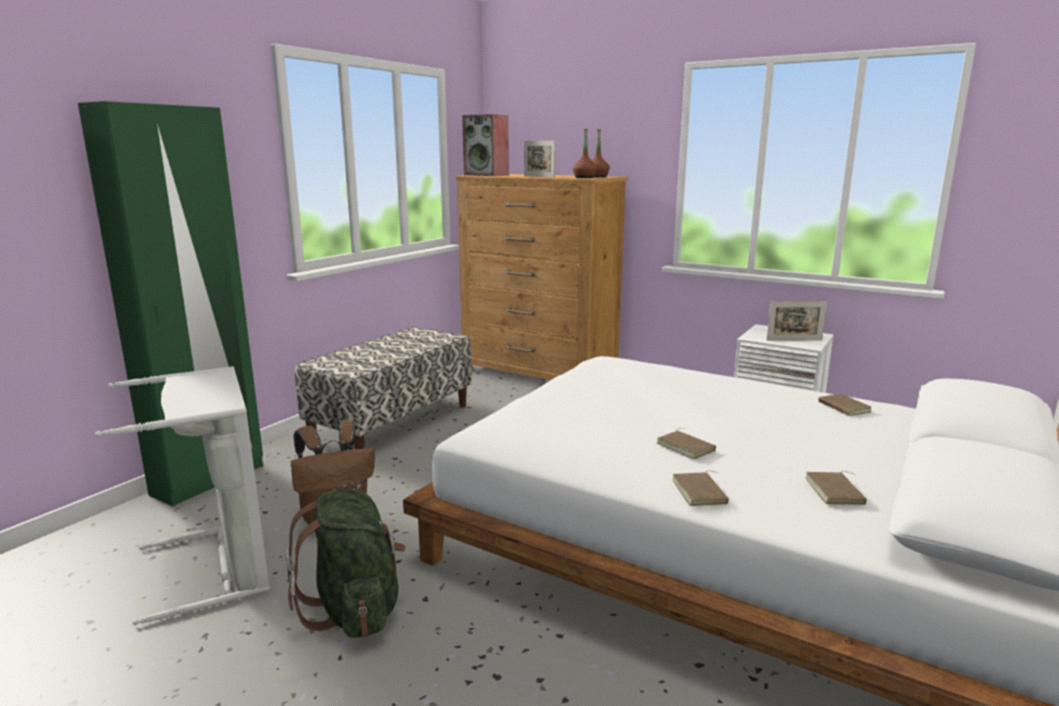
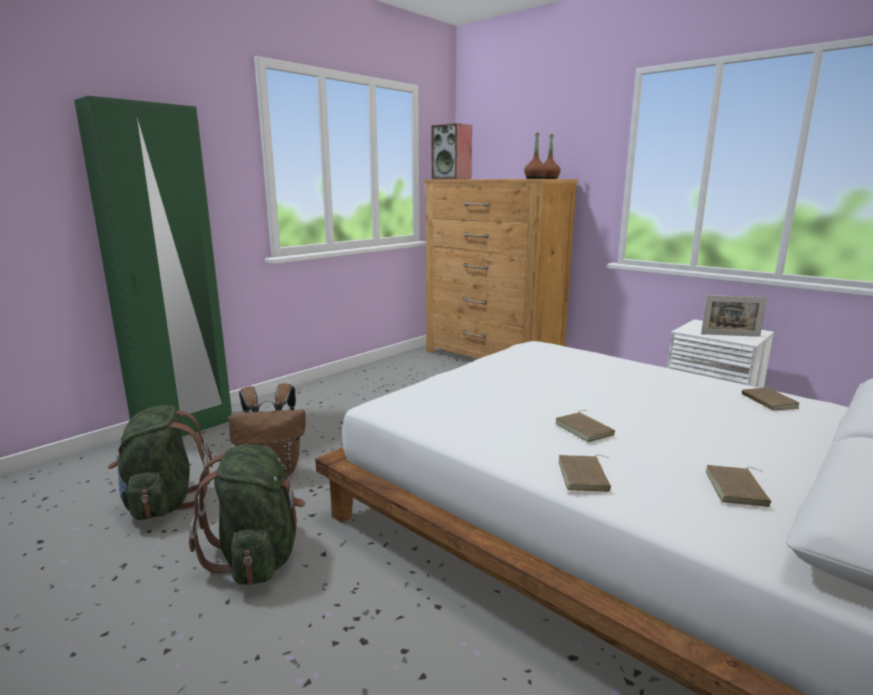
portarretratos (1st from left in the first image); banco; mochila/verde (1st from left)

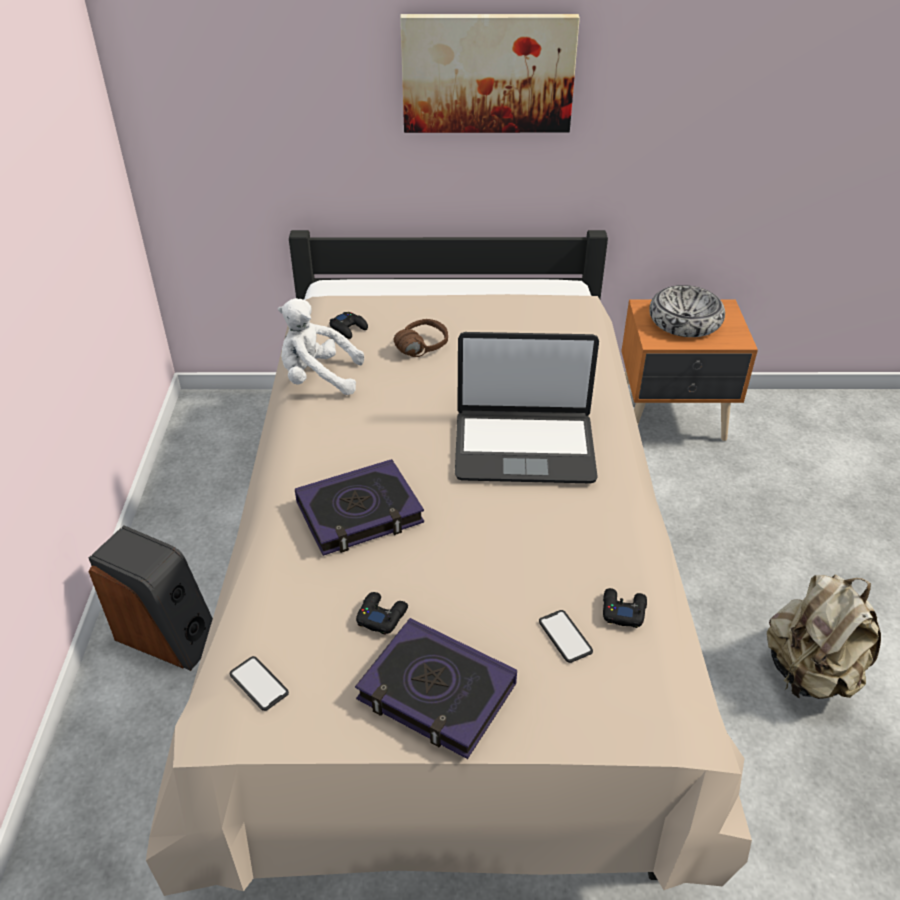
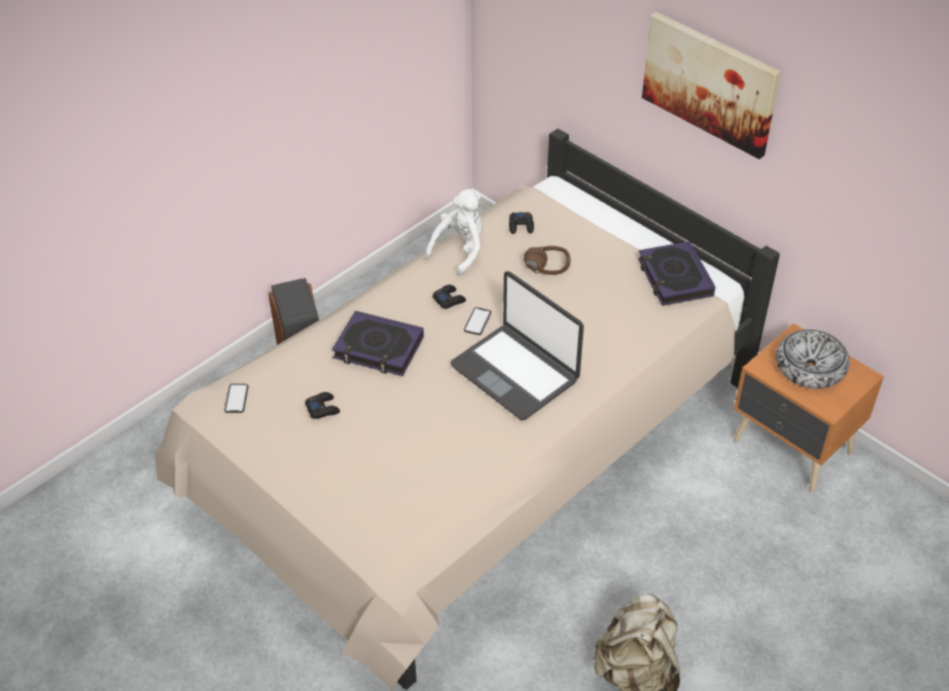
peluche/blanco; mando de consola/negro (2nd from left); móvil (2nd from left); libro (2nd from left)

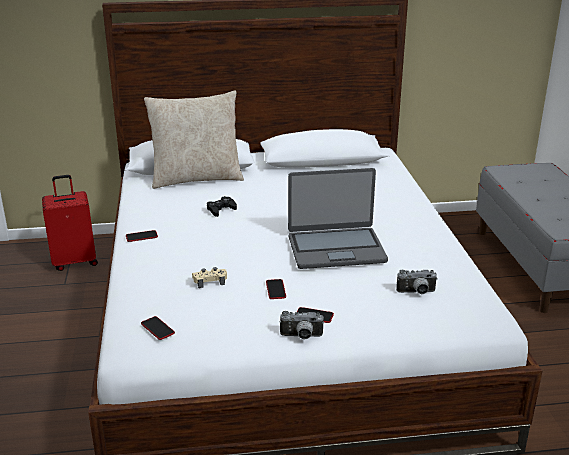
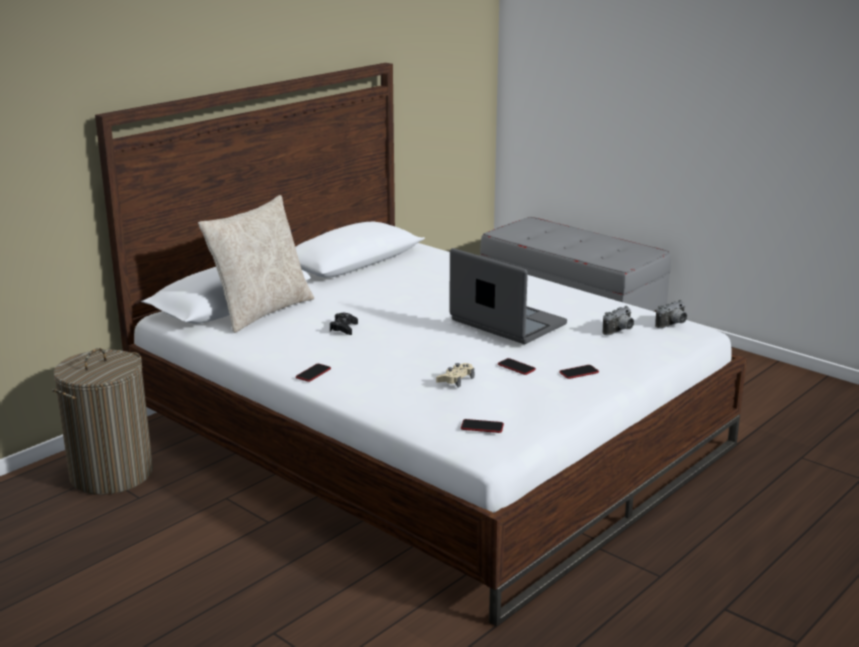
portátil; cesto de la ropa; cámara (2nd from left)

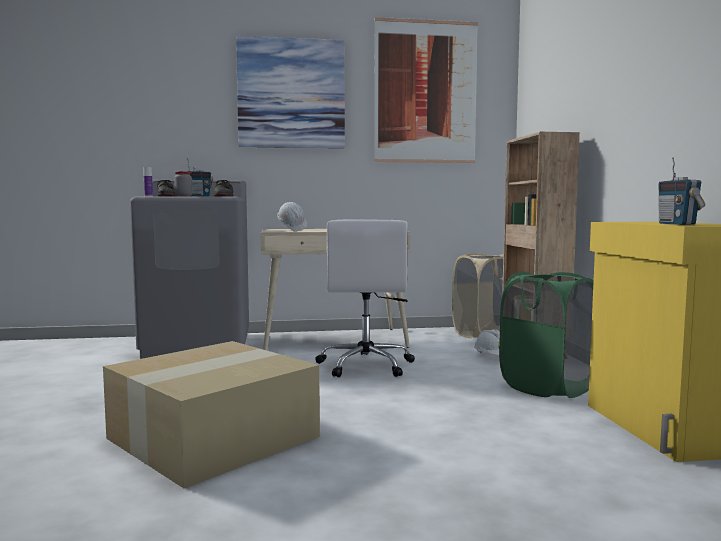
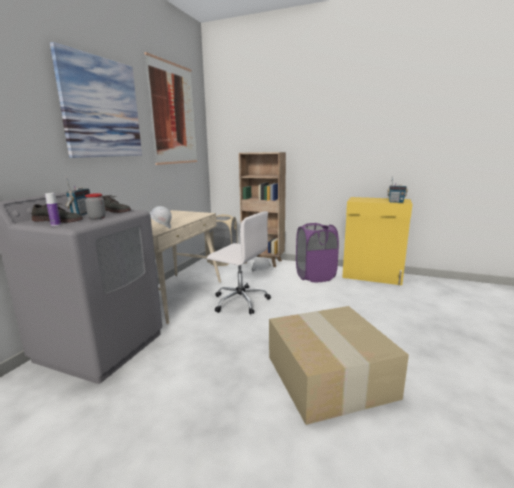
cesto de la ropa/morado

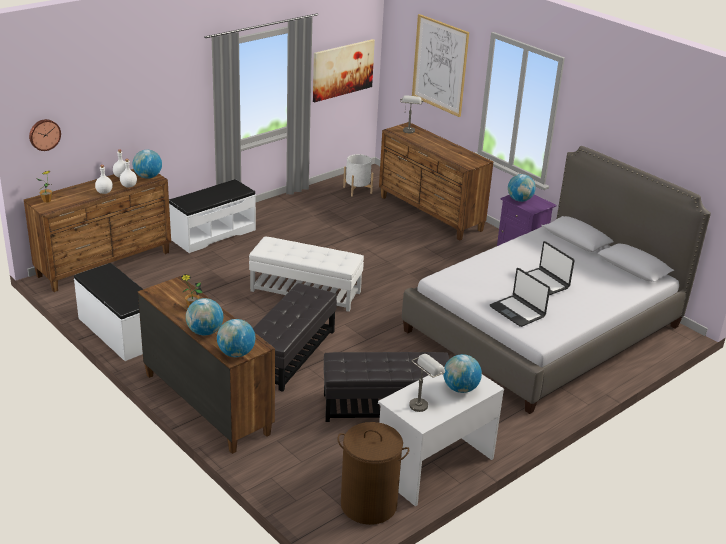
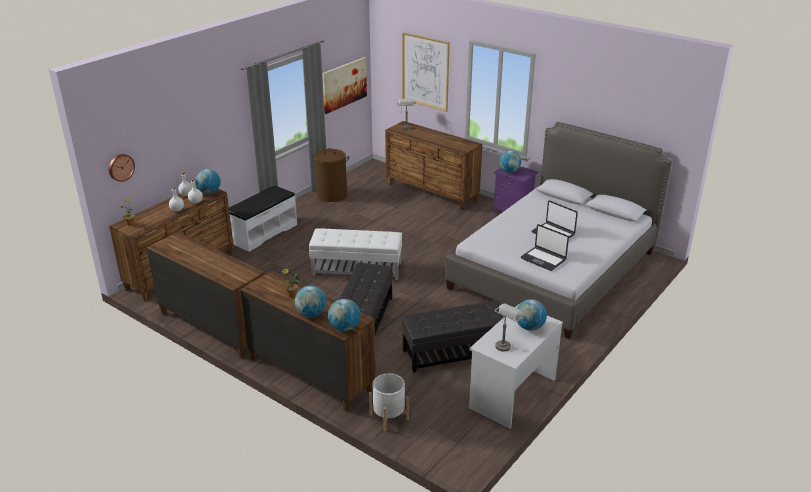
maceta/blanco; cómoda/marrón (2nd from left); cesto de la ropa/marrón

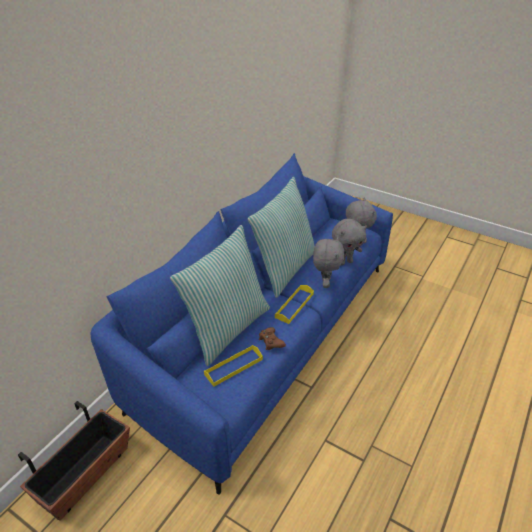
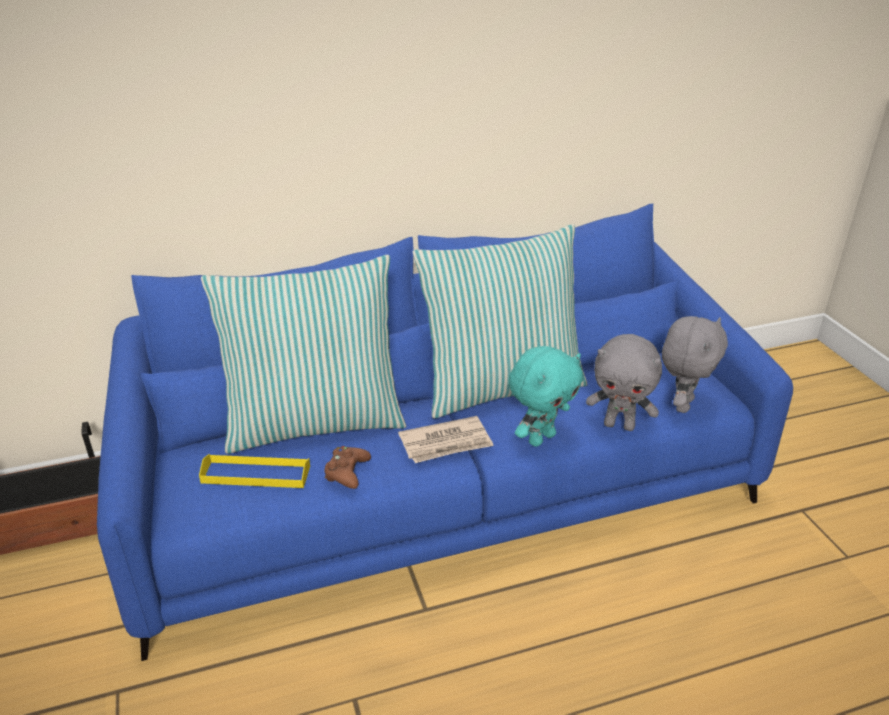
peluche/turquesa; periódico

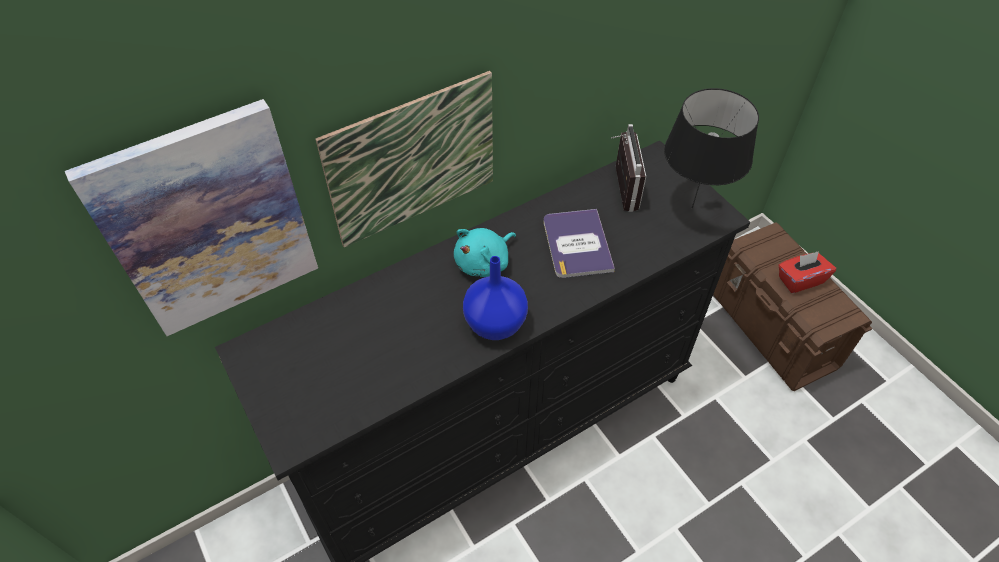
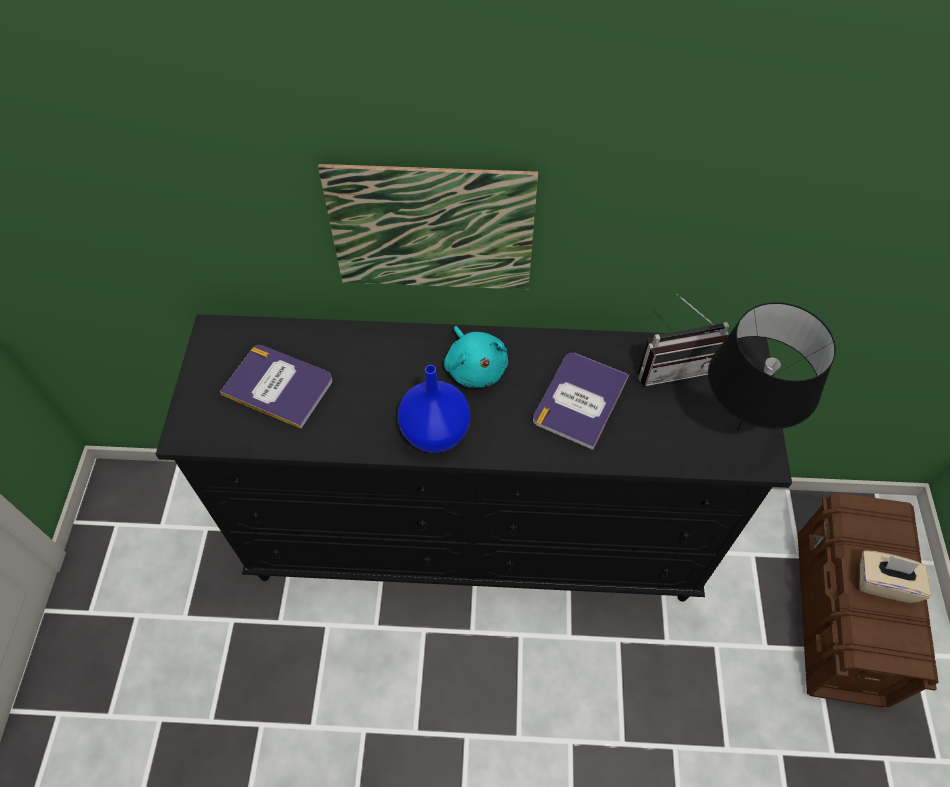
cuadro (1st from left in the first image); radio; peluche/turquesa; caja de pañuelos/beis; libro (1st from left)

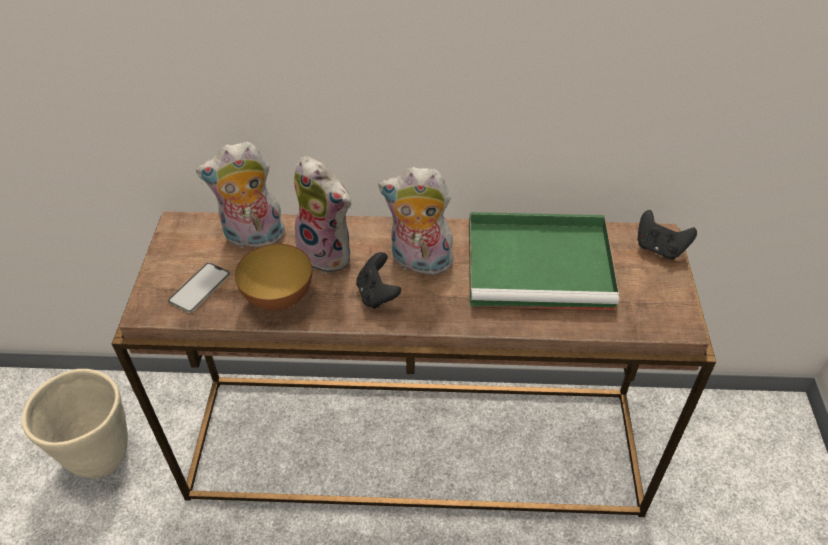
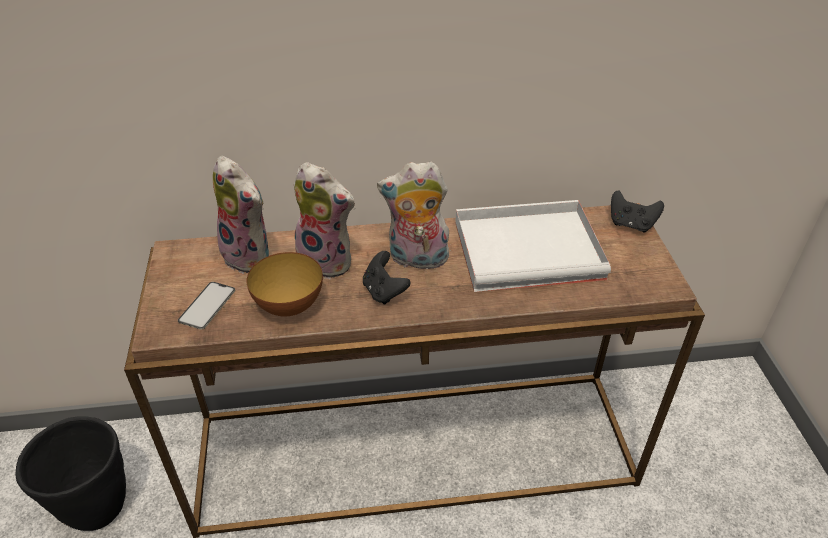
peluche (1st from left); bandeja/blanco; maceta/negro

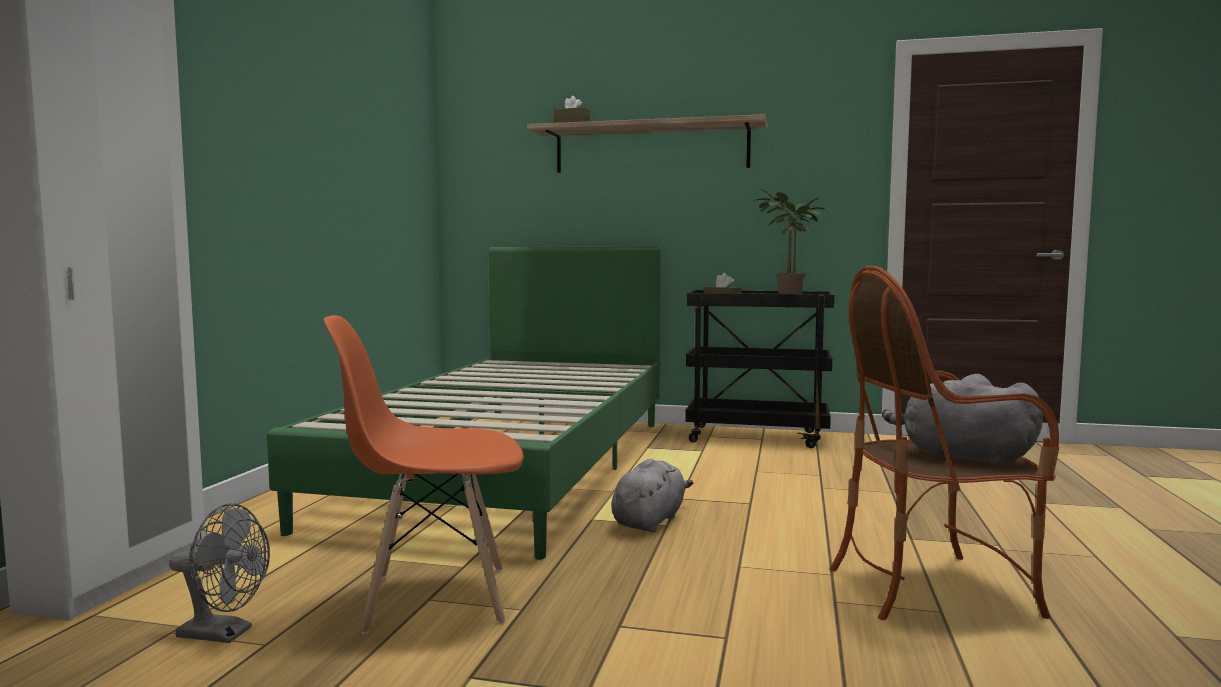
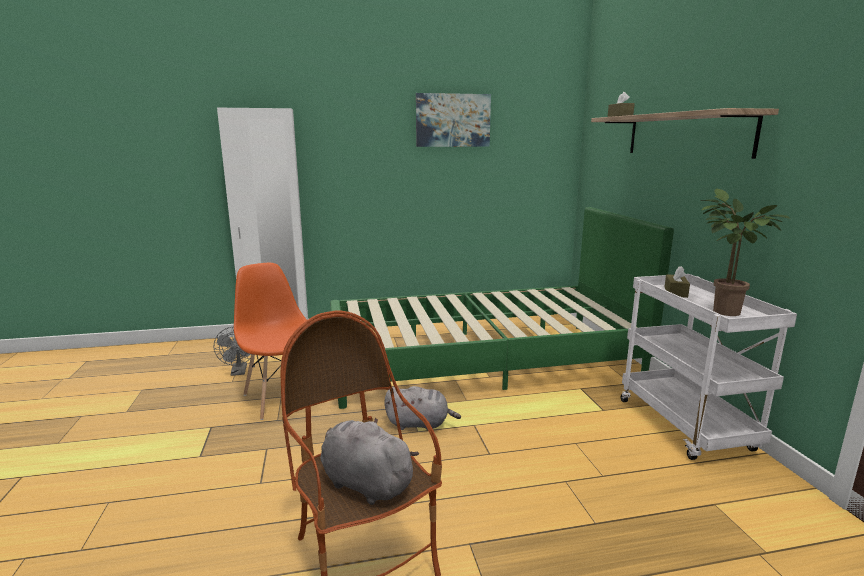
carrito/blanco; peluche/gris (1st from left); cuadro

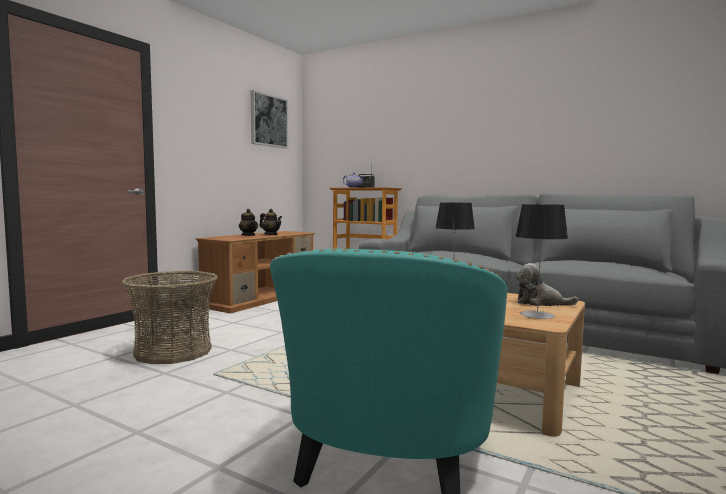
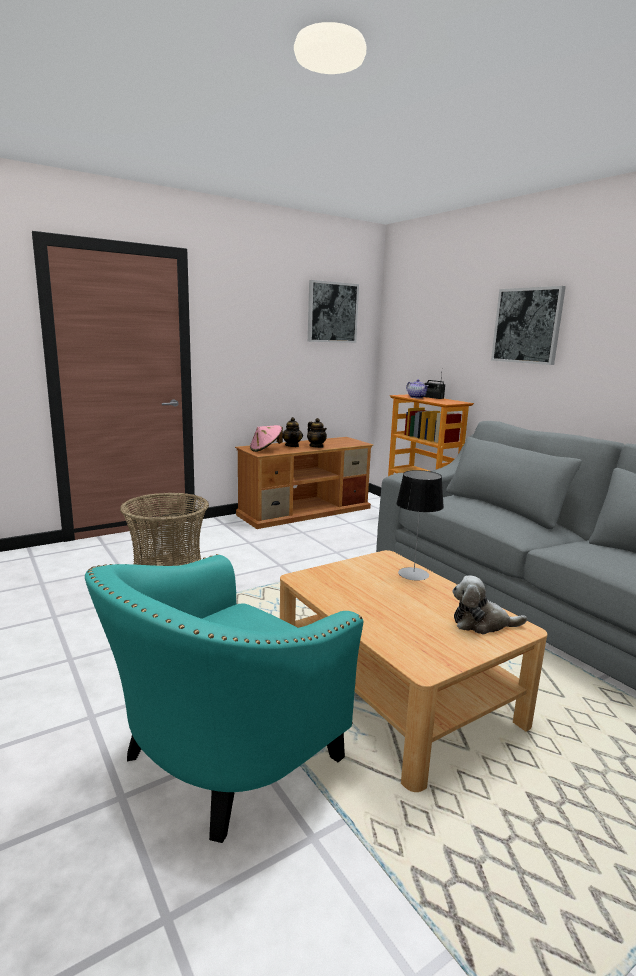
lámpara de mesa (2nd from left in the first image); peluche; cuadro (2nd from left); sombrero/rosa

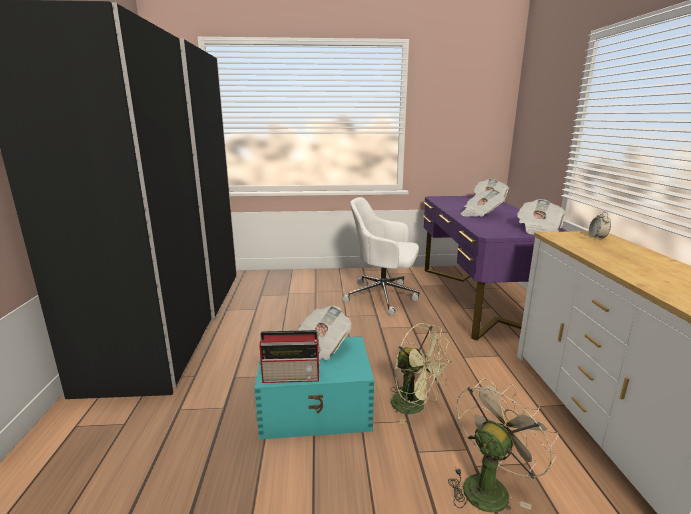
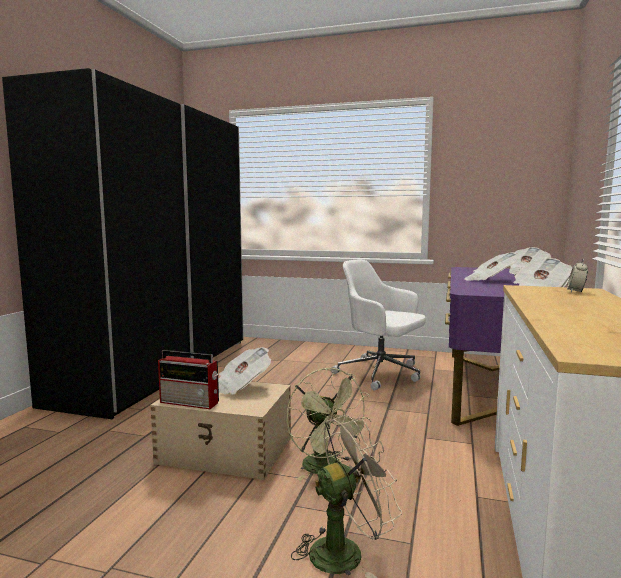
caja de almacenaje/beis

